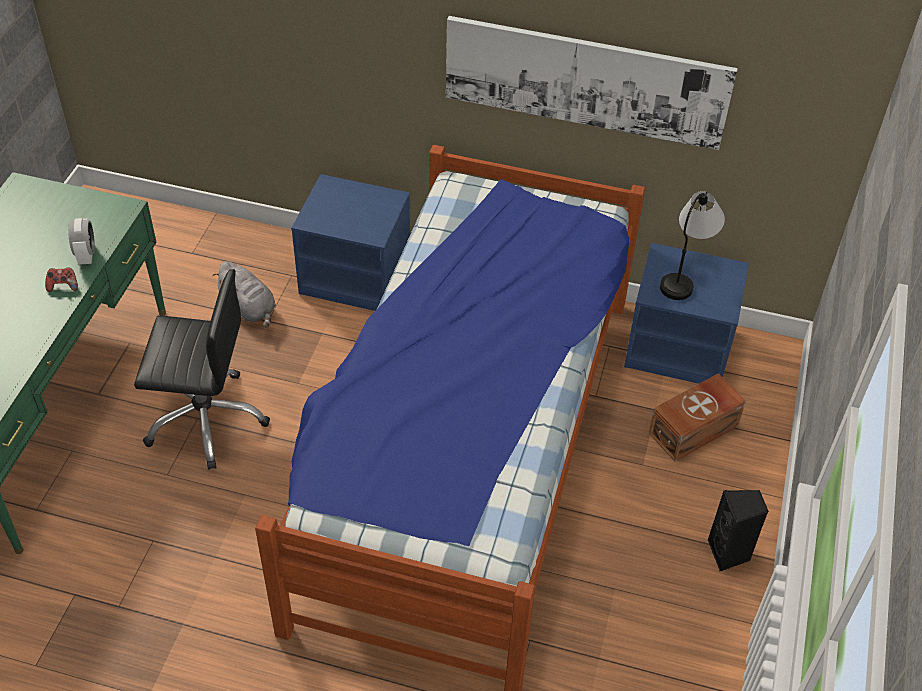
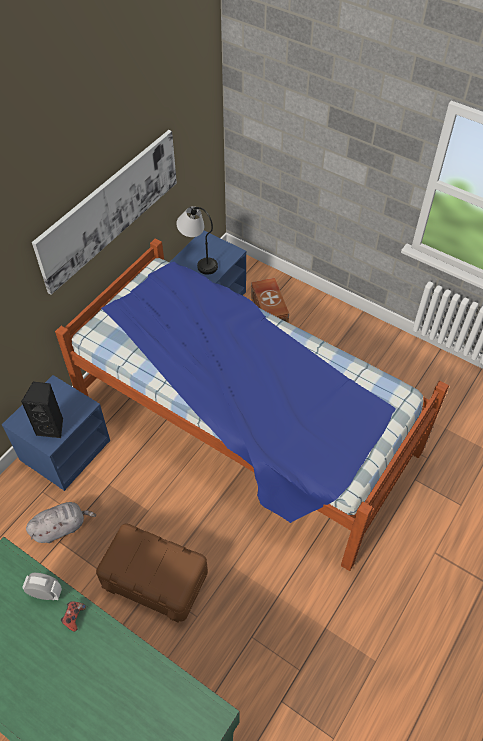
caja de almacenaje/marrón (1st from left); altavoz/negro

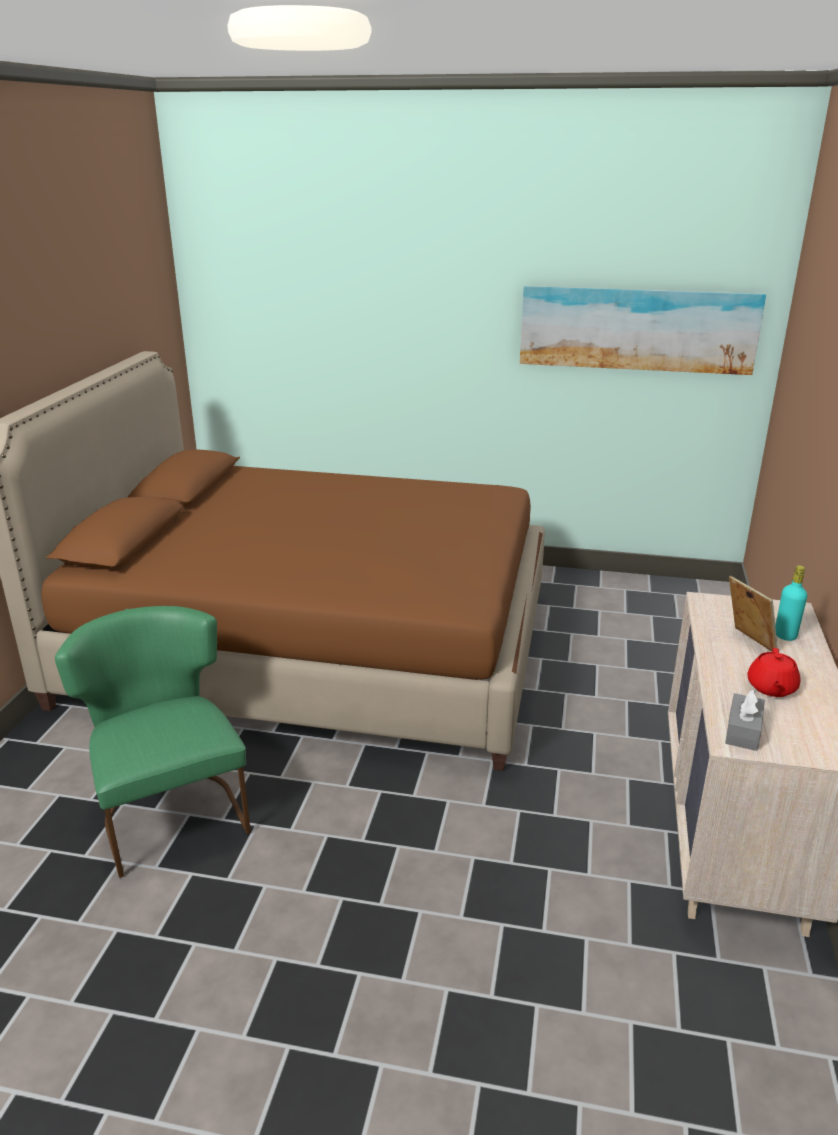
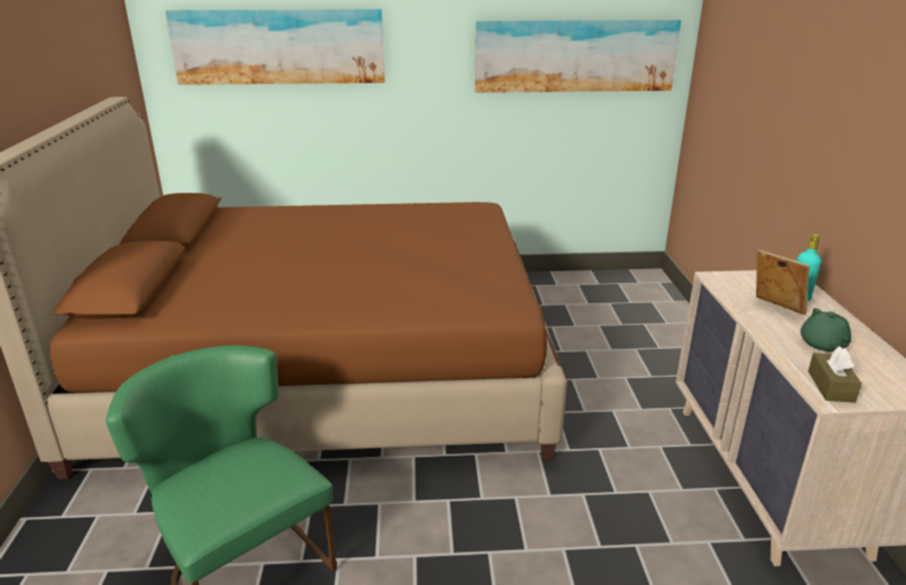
tetera/verde; caja de pañuelos/marrón; cuadro (1st from left)

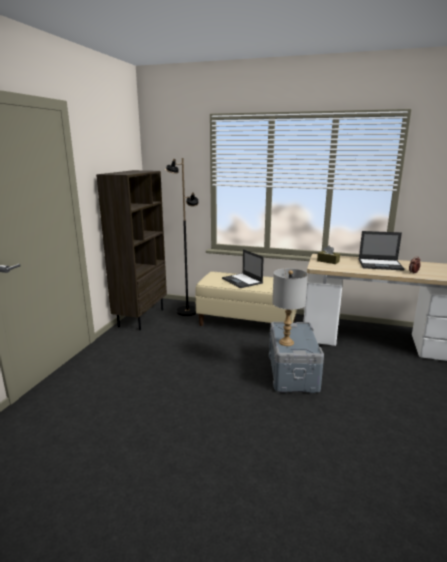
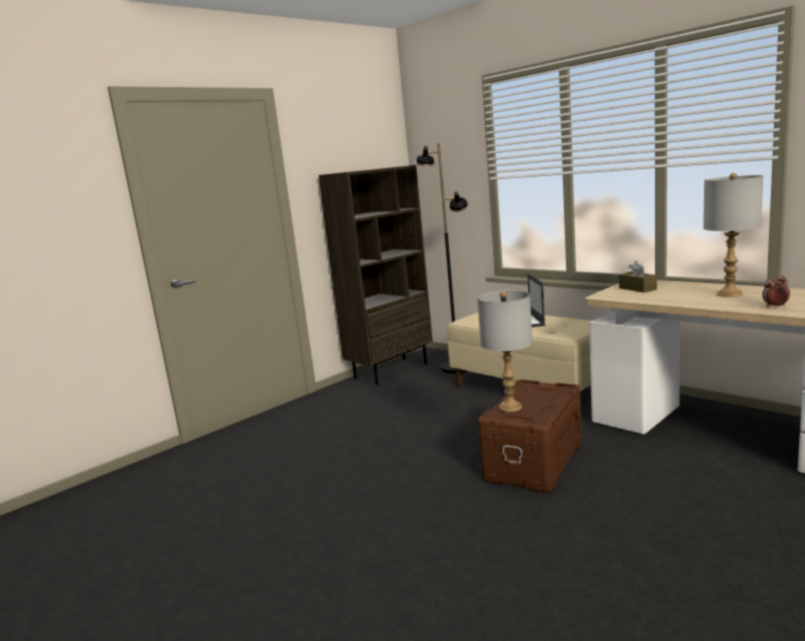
lámpara de mesa/gris (2nd from left); caja de almacenaje/marrón

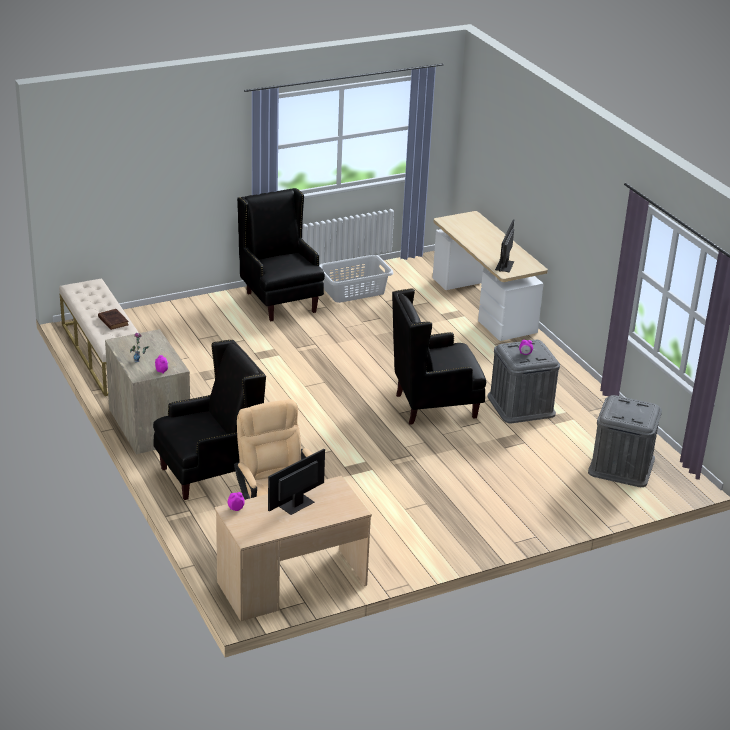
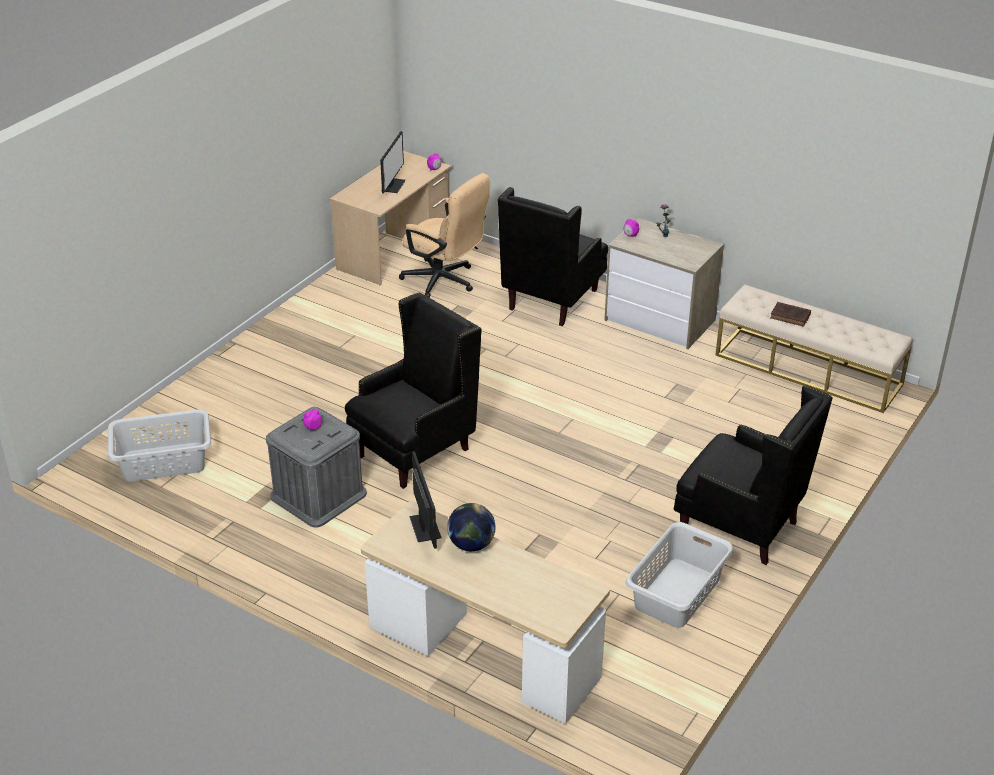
cesto de la ropa/gris (1st from left); globo terráqueo

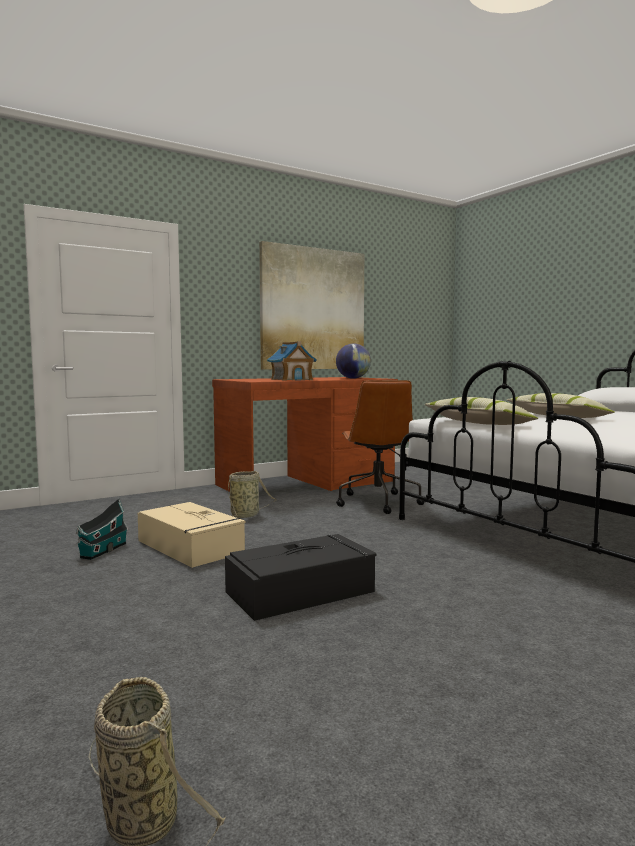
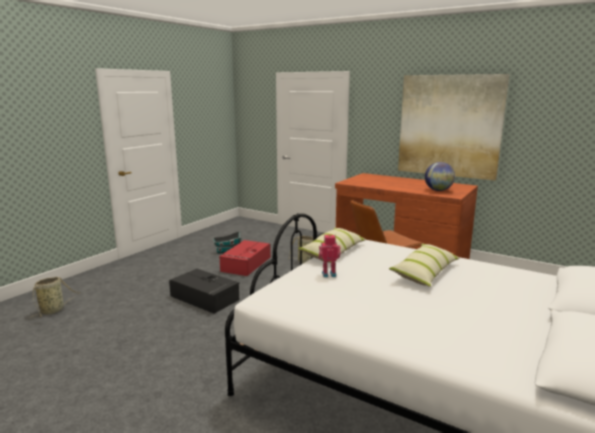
casita (2nd from left in the first image); caja de almacenaje/rojo; robot de juguete

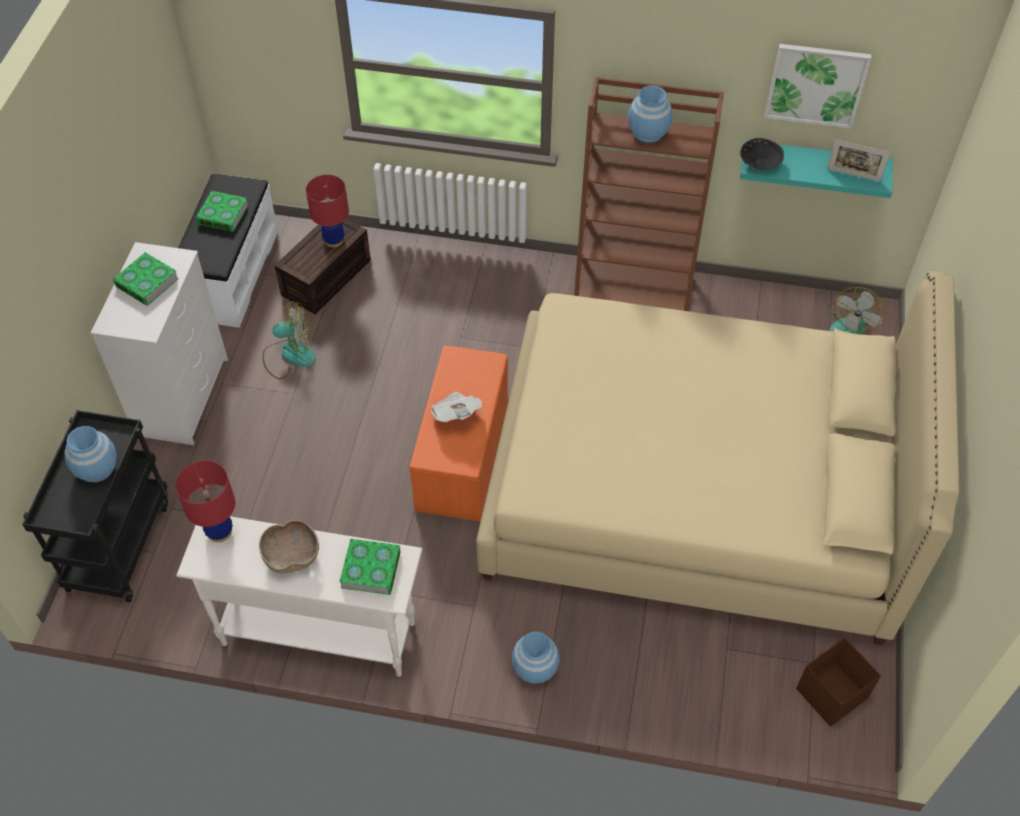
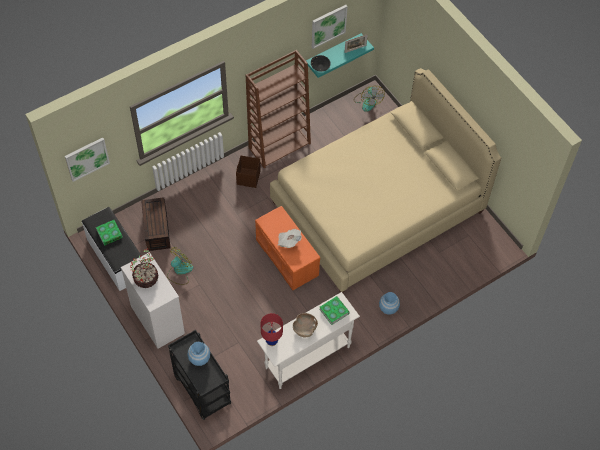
florero/azul (3rd from left in the first image); lámpara de mesa/rojo (2nd from left in the first image); planta en maceta; caja de almacenaje/marrón (2nd from left); cuadro (1st from left)

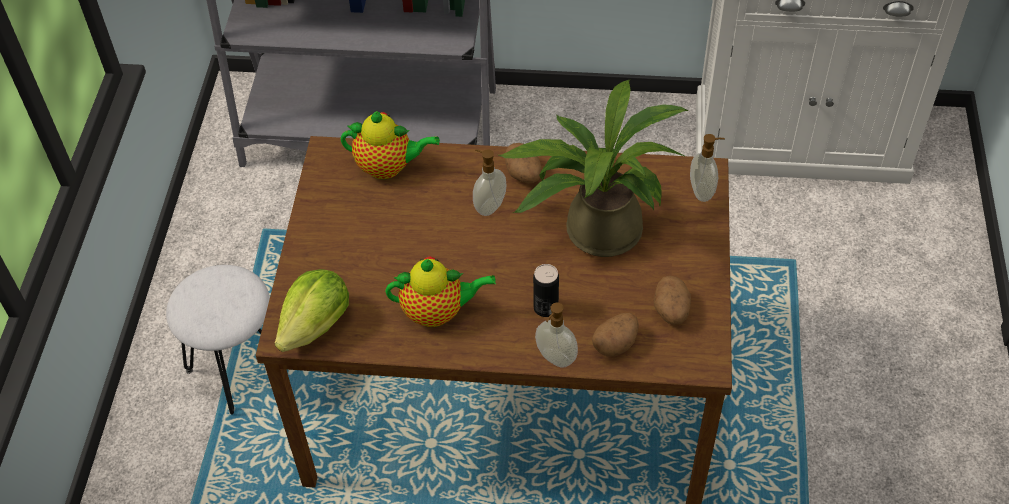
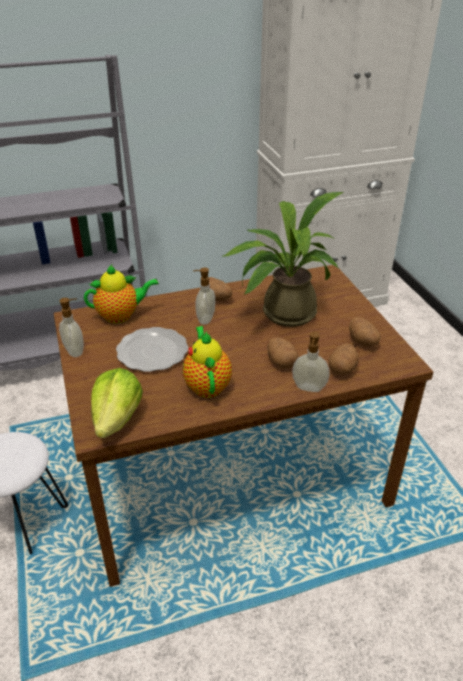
dispensador de jabón (1st from left); tetera (2nd from left); patata (2nd from left); plato

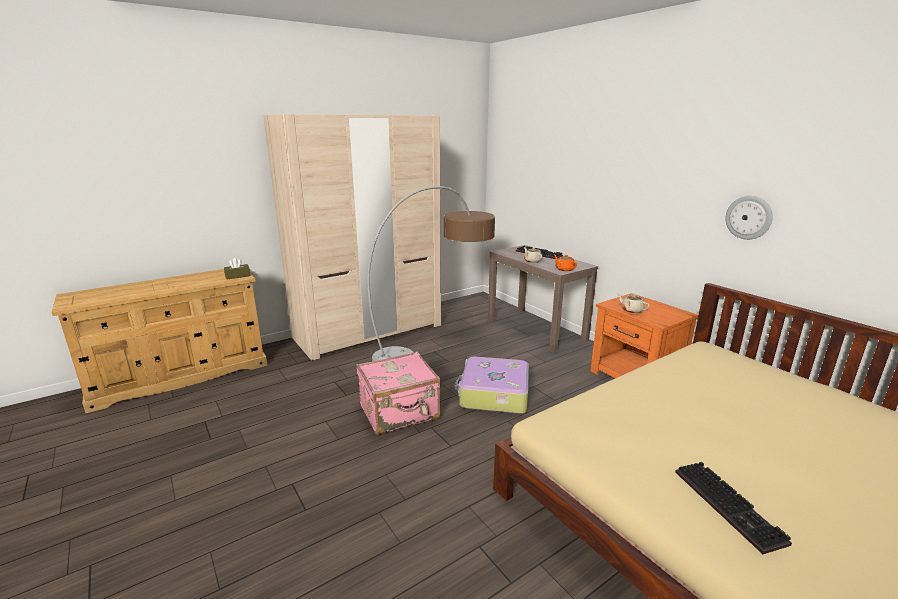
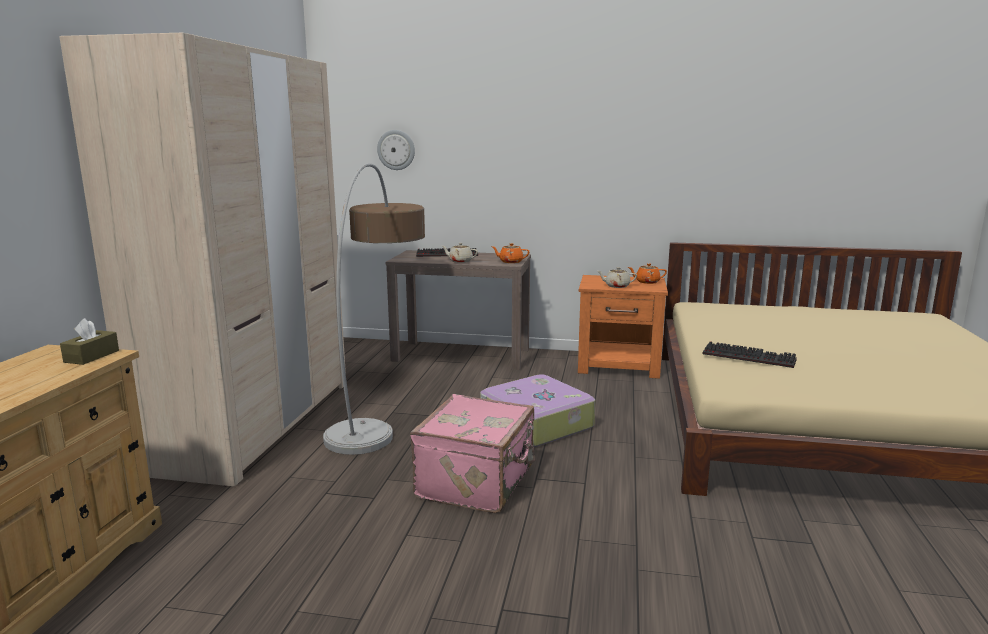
reloj de pared; teclado (2nd from left); tetera/naranja (2nd from left)

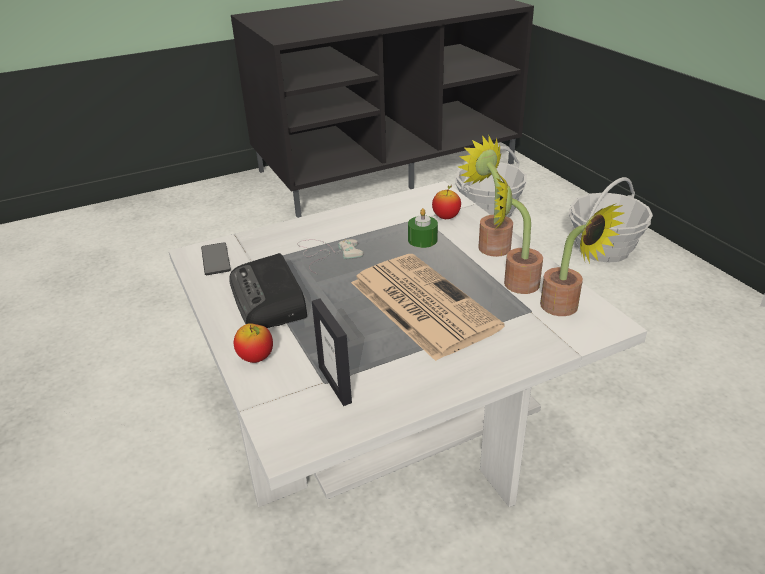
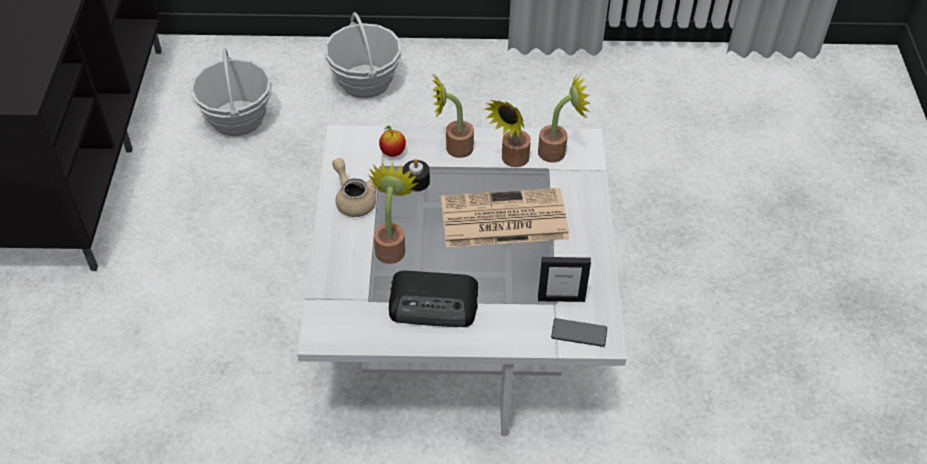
vela/negro; planta en maceta (1st from left); móvil; manzana (1st from left in the first image); tetera/beis

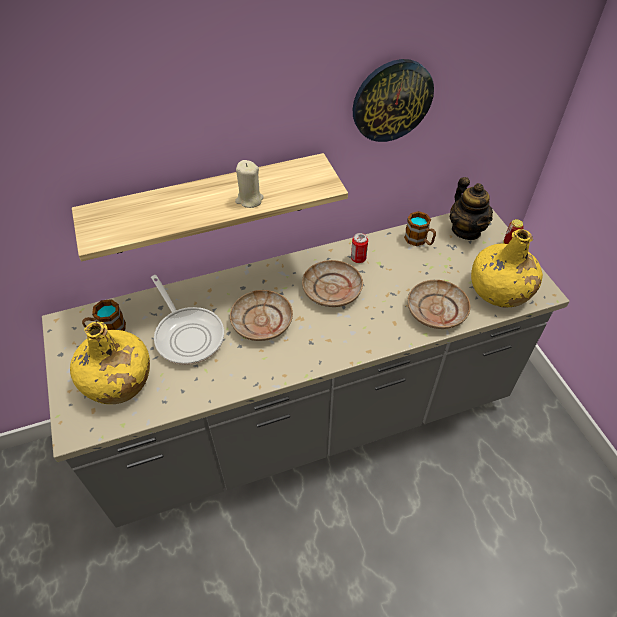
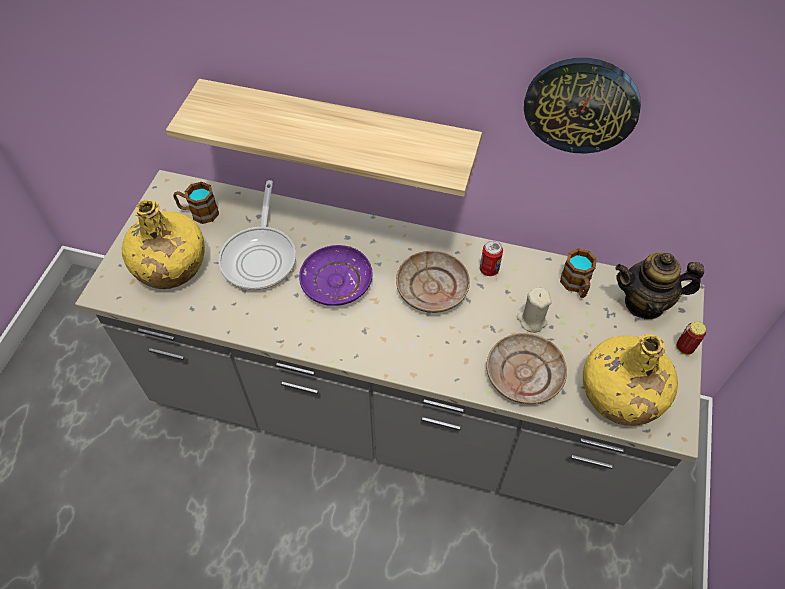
vela/beis; tetera; plato/morado

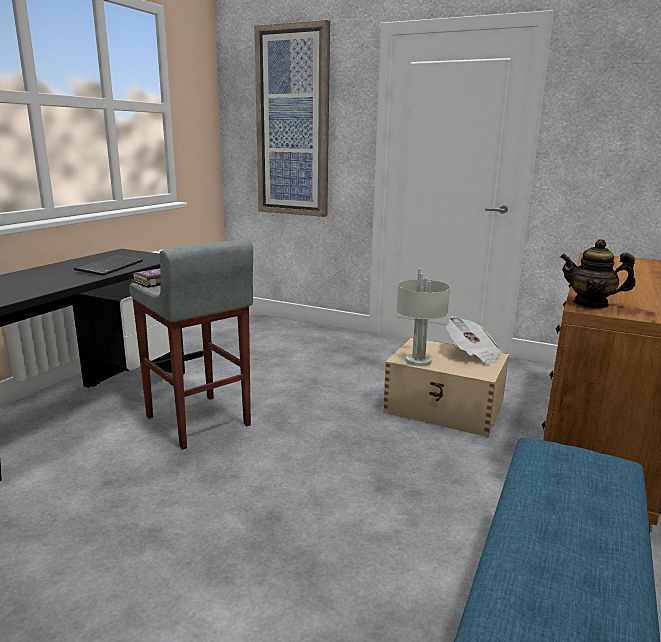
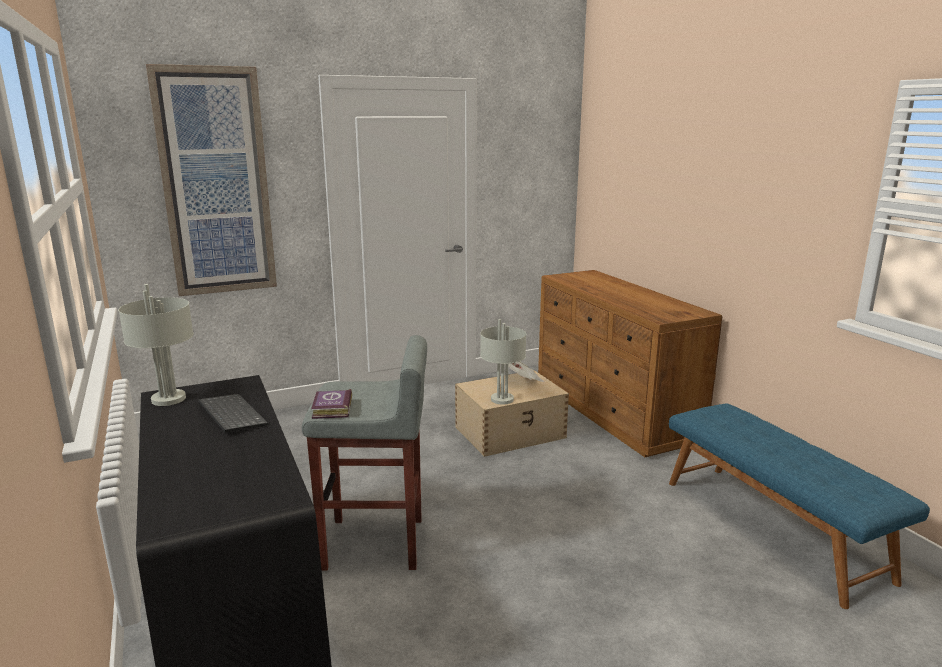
tetera; lámpara de mesa/gris (1st from left)

